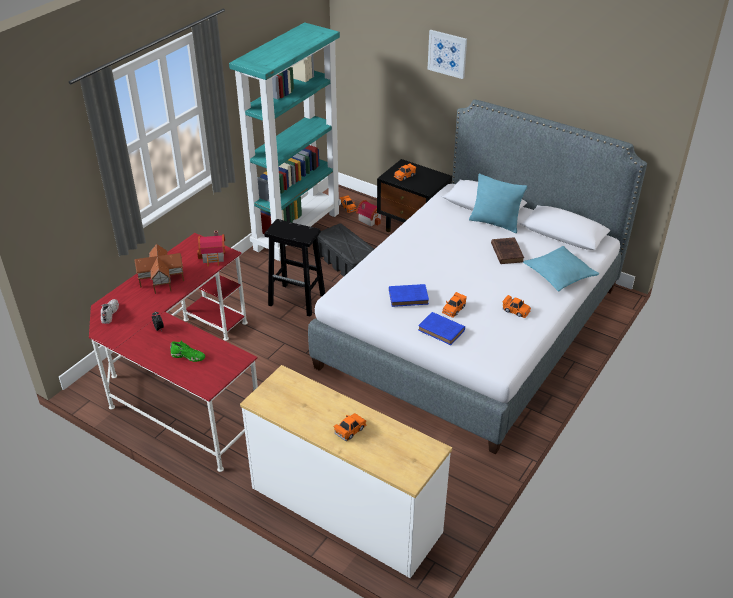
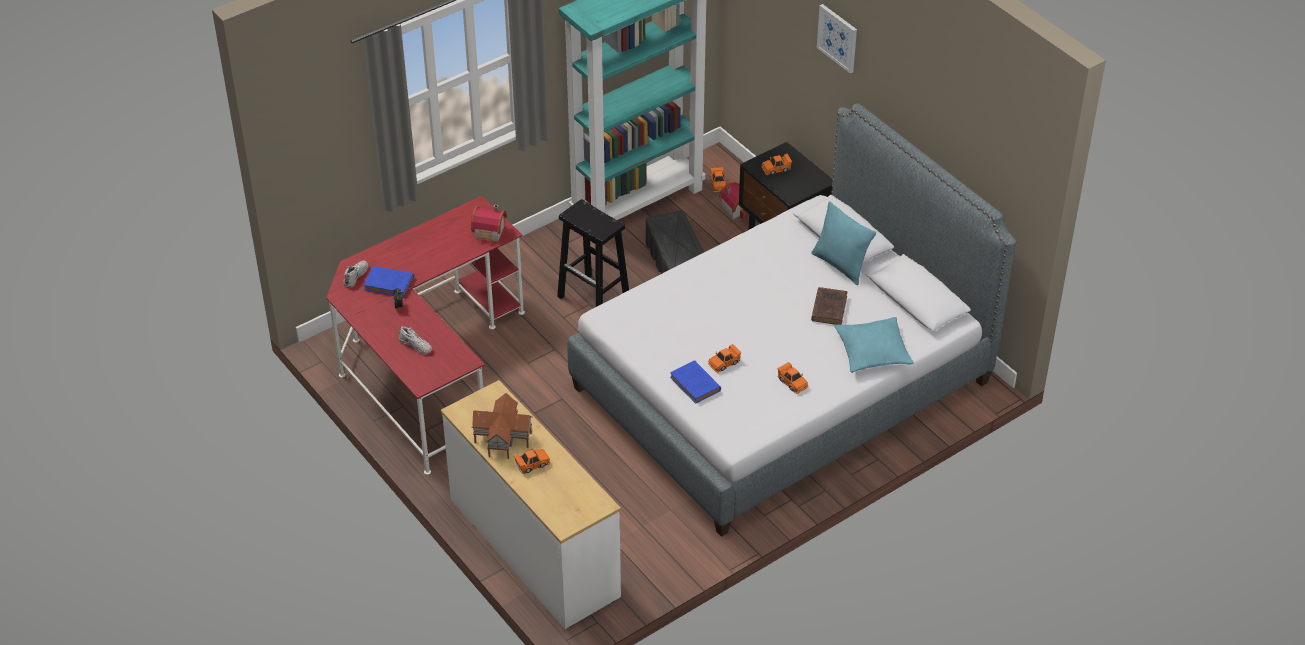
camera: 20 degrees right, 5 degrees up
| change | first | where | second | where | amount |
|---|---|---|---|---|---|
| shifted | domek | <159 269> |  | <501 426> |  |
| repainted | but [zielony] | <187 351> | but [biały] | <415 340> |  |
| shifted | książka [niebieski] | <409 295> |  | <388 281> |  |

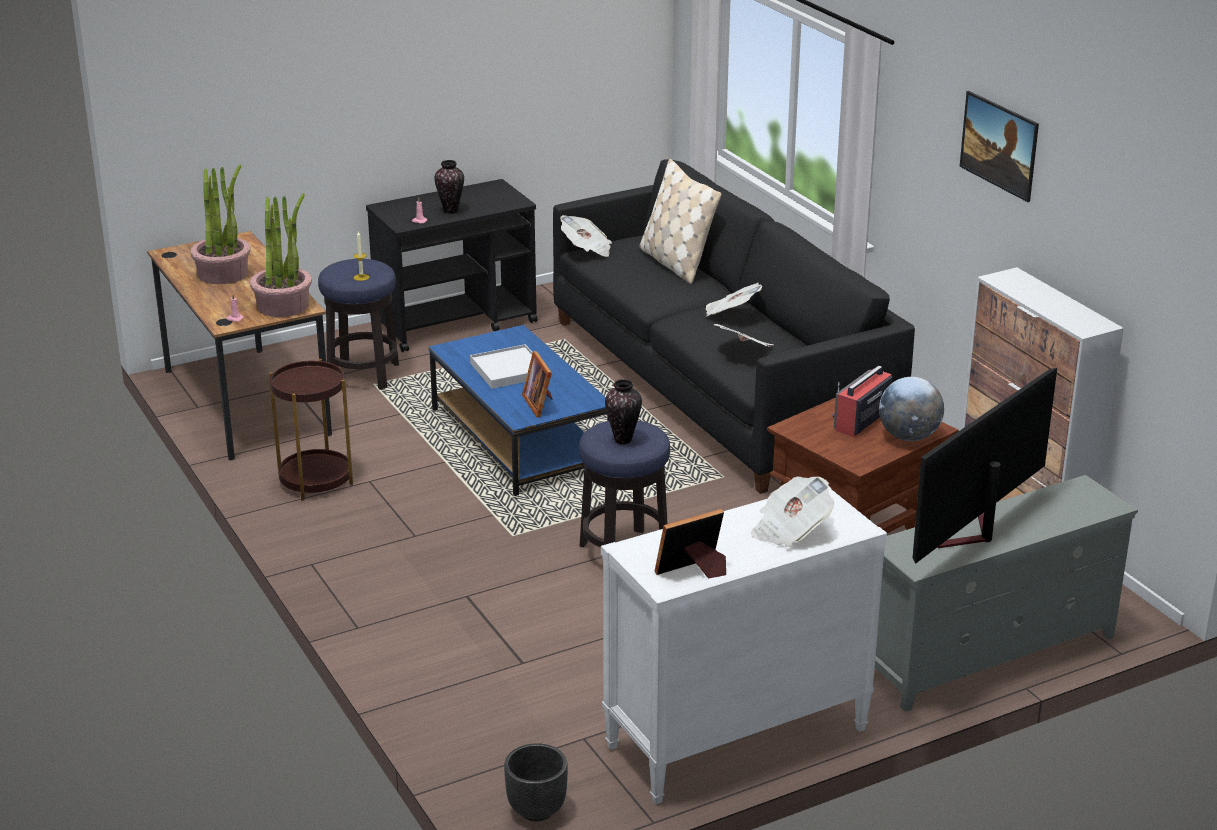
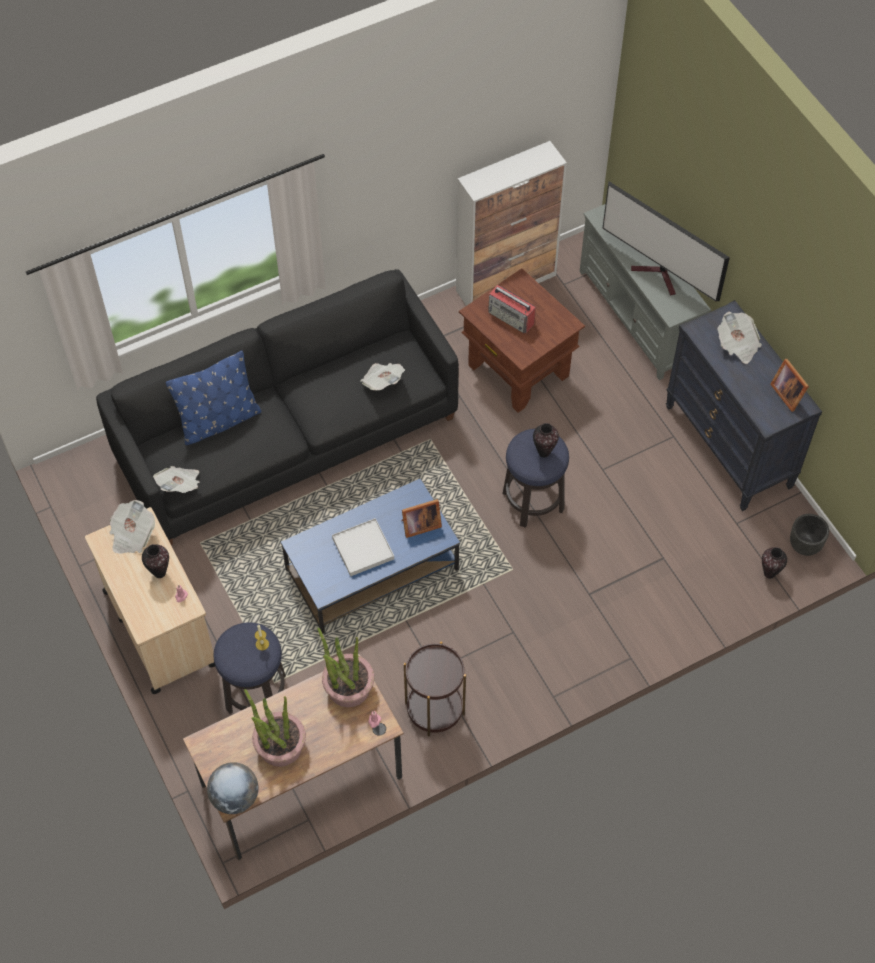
camera: 90 degrees left, 30 degrees up
| change | first | where | second | where | amount |
|---|---|---|---|---|---|
| repainted | wózek [czarny] | <452 265> | wózek [beżowy] | <150 600> |  |
| repainted | komoda [biały] | <744 645> | komoda [czarny] | <744 405> |  |
| repainted | poduszka [beżowy] | <680 221> | poduszka [niebieski] | <213 397> |  |
| shifted | gazeta | <734 299> |  | <132 527> |  |
| shifted | globus | <911 409> |  | <232 788> |  |
| gone | obraz | <999 146> |  |  |  |
| new |  |  | wazon | <774 563> |  |

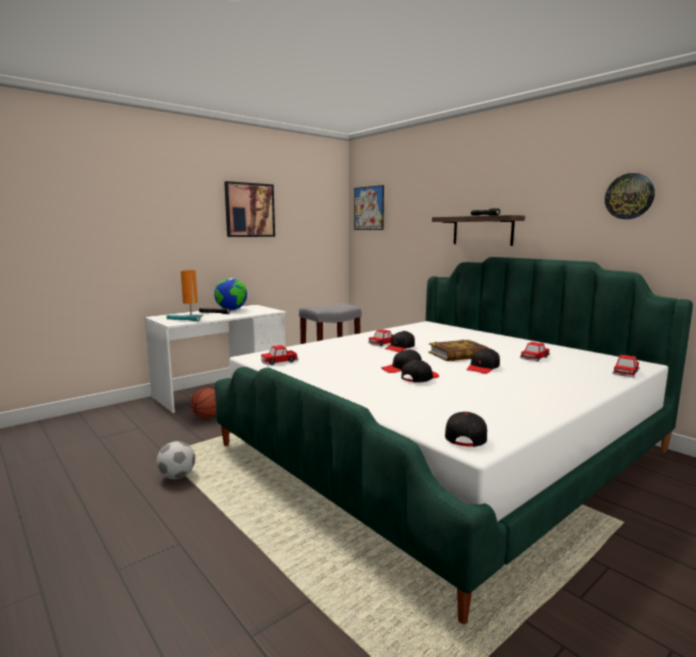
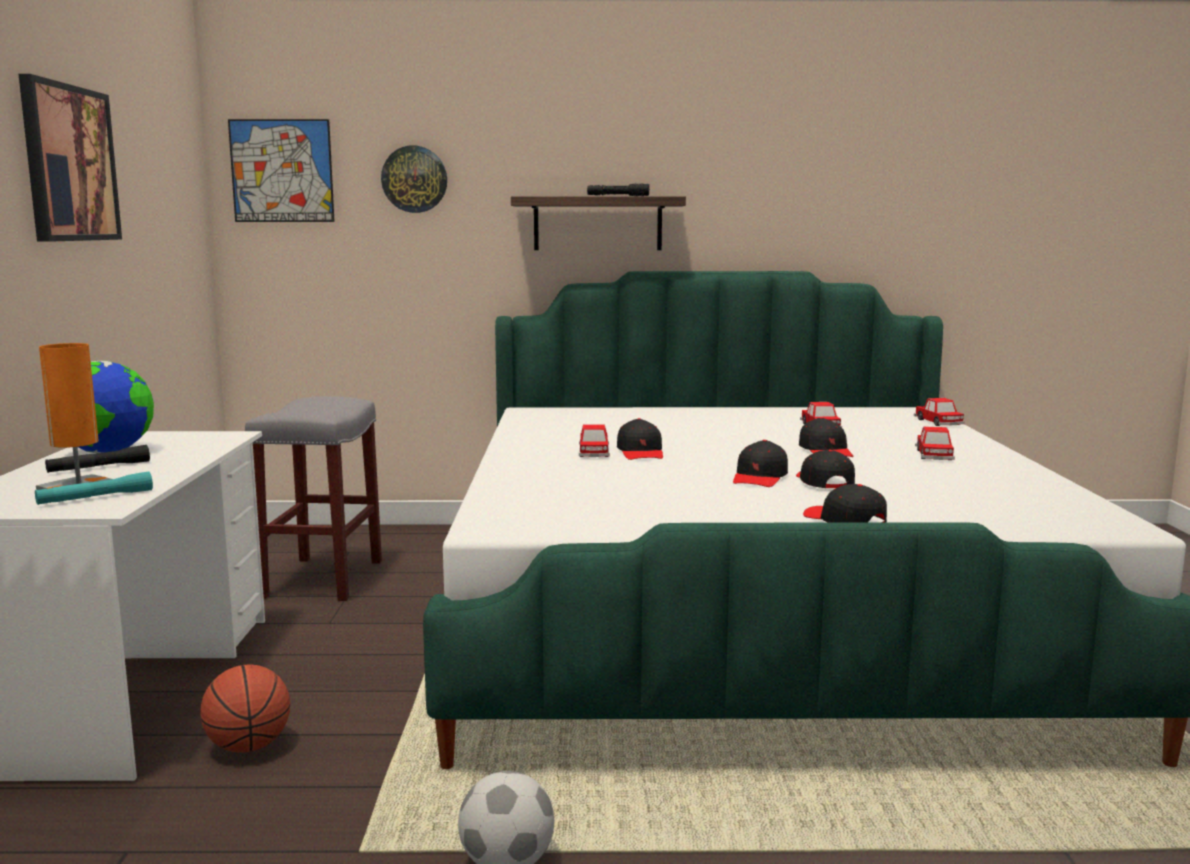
camera: 50 degrees left, 0 degrees up
| change | first | where | second | where | amount |
|---|---|---|---|---|---|
| shifted | samochodzik | <279 355> |  | <935 443> |  |
| gone | książka | <458 350> |  |  |  |
| shifted | czapka z daszkiem [czarny] | <466 429> |  | <845 503> |  |
| shifted | zegar ścienny | <630 196> |  | <414 179> |  |

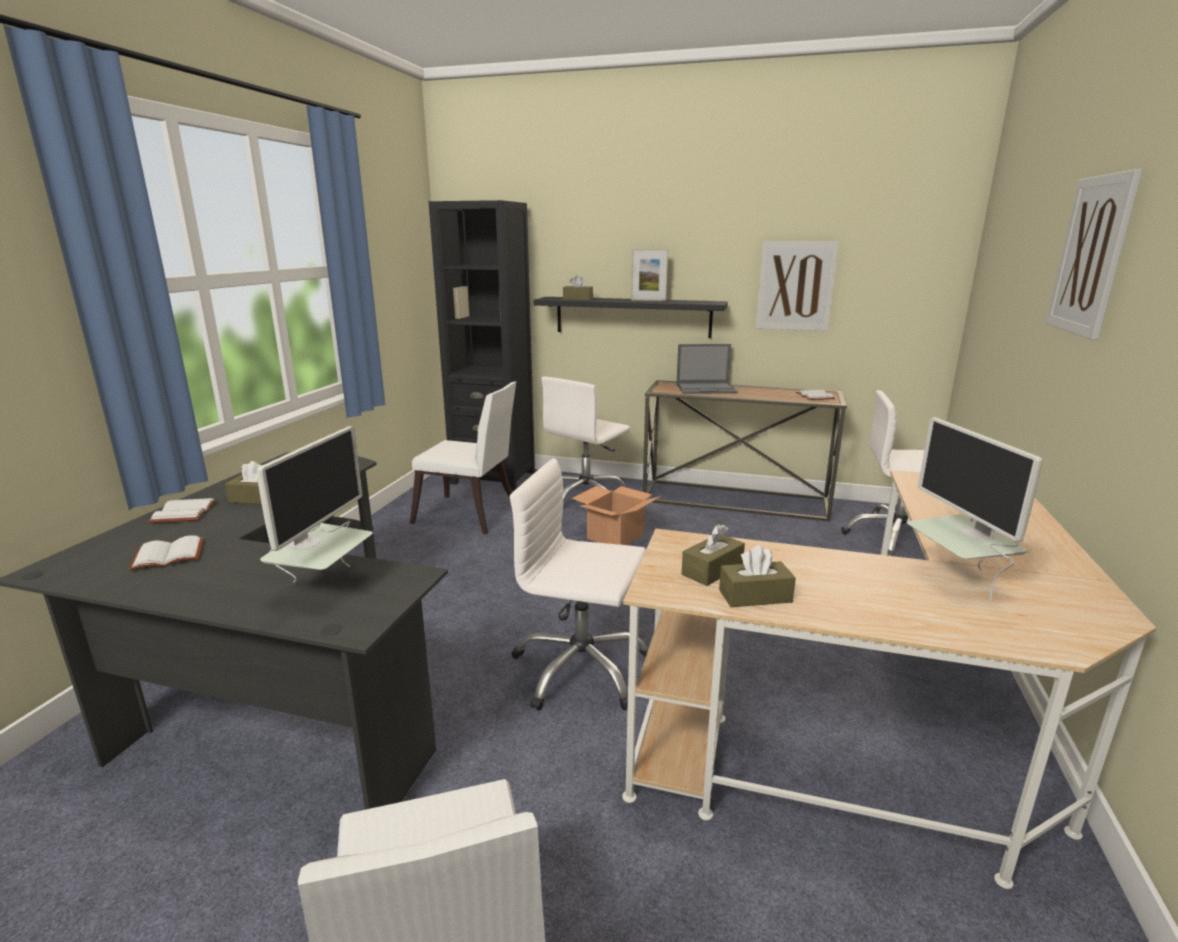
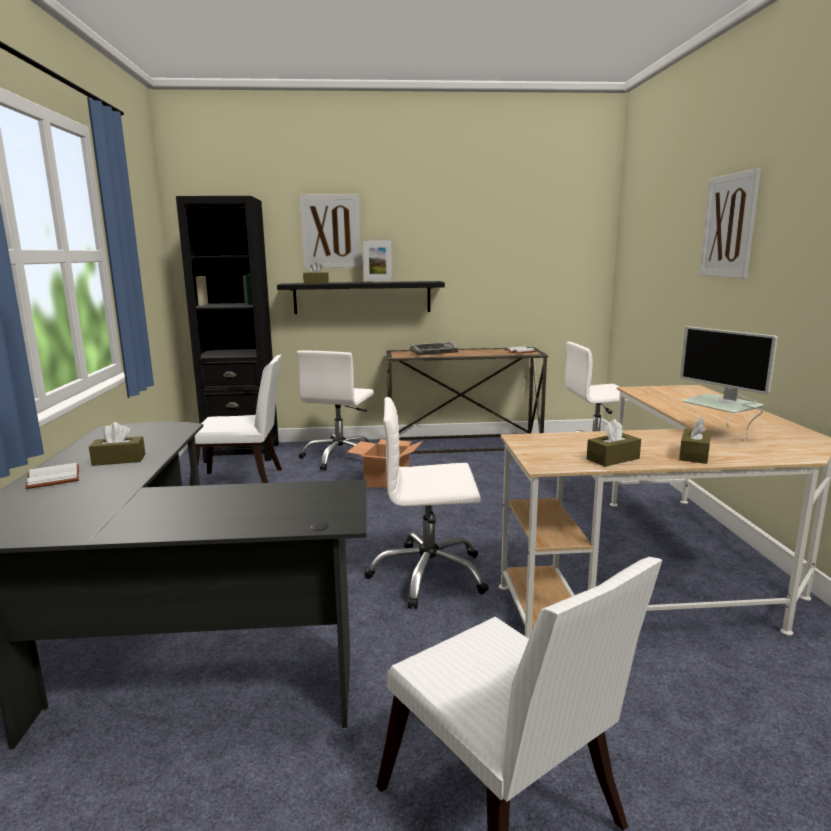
camera: 20 degrees left, 5 degrees down
| change | first | where | second | where | amount |
|---|---|---|---|---|---|
| gone | książka [biały] | <166 553> |  |  |  |
| gone | monitor | <315 504> |  |  |  |
| swapped | laptop | <707 369> | klawiatura | <433 348> |  |
| shifted | pudełko chusteczek [brązowy] | <713 555> |  | <695 440> |  |
| shifted | obraz | <797 286> |  | <330 231> |  |

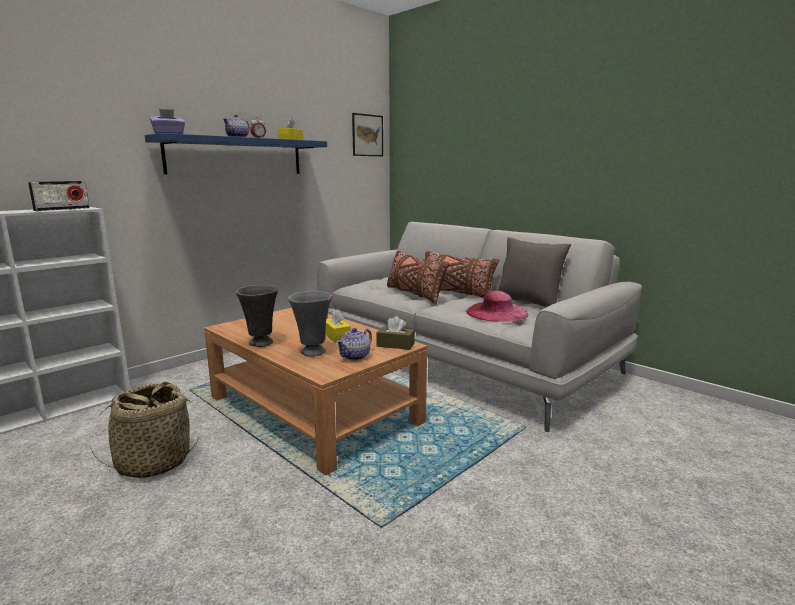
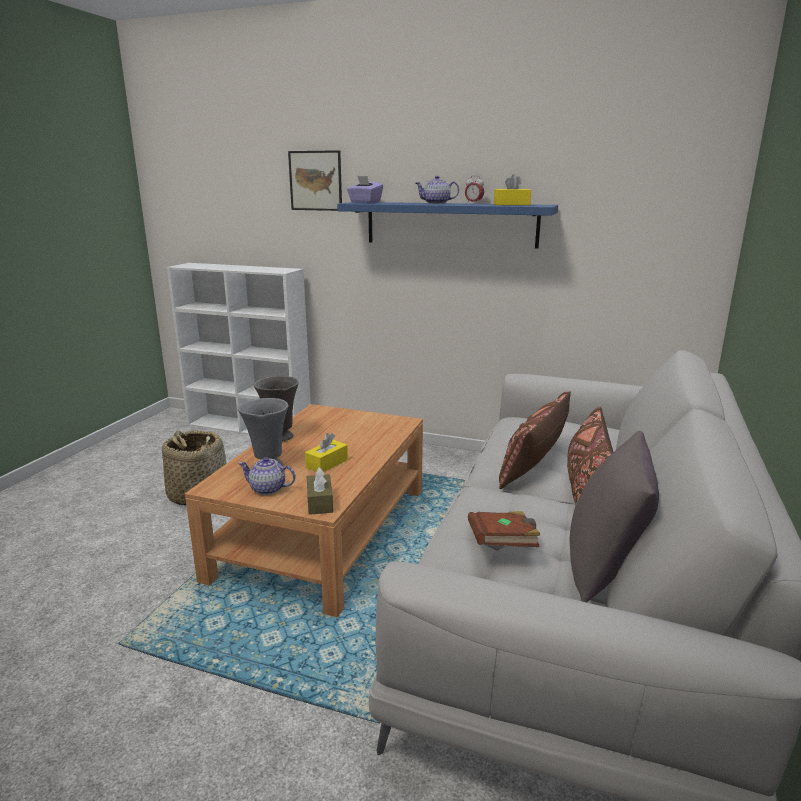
camera: 65 degrees right, 5 degrees up
| change | first | where | second | where | amount |
|---|---|---|---|---|---|
| gone | radio | <59 196> |  |  |  |
| shifted | obraz | <367 134> |  | <315 180> |  |
| swapped | kapelusz [różowy] | <497 306> | książka [brązowy] | <504 529> |  |

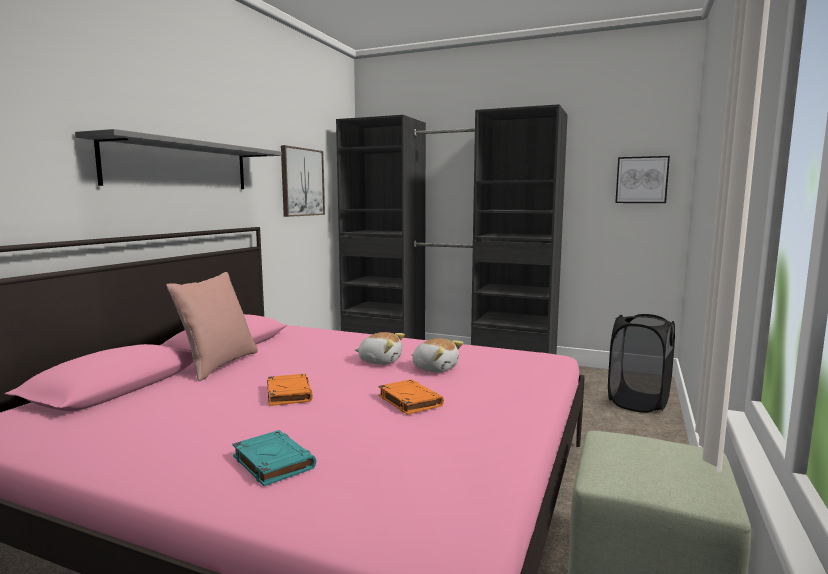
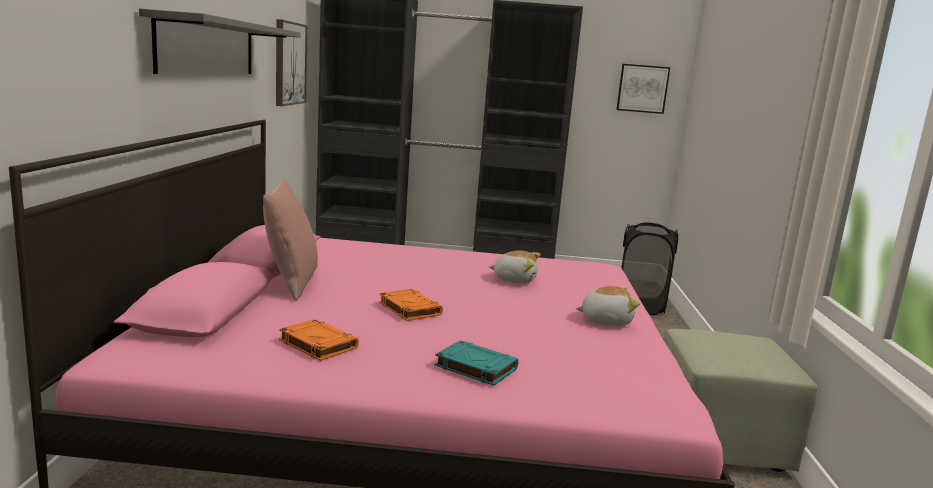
camera: 20 degrees left, 5 degrees up
| change | first | where | second | where | amount |
|---|---|---|---|---|---|
| shifted | pluszak | <380 348> |  | <607 306> |  |
| shifted | książka [pomarańczowy] | <411 397> |  | <319 340> |  |

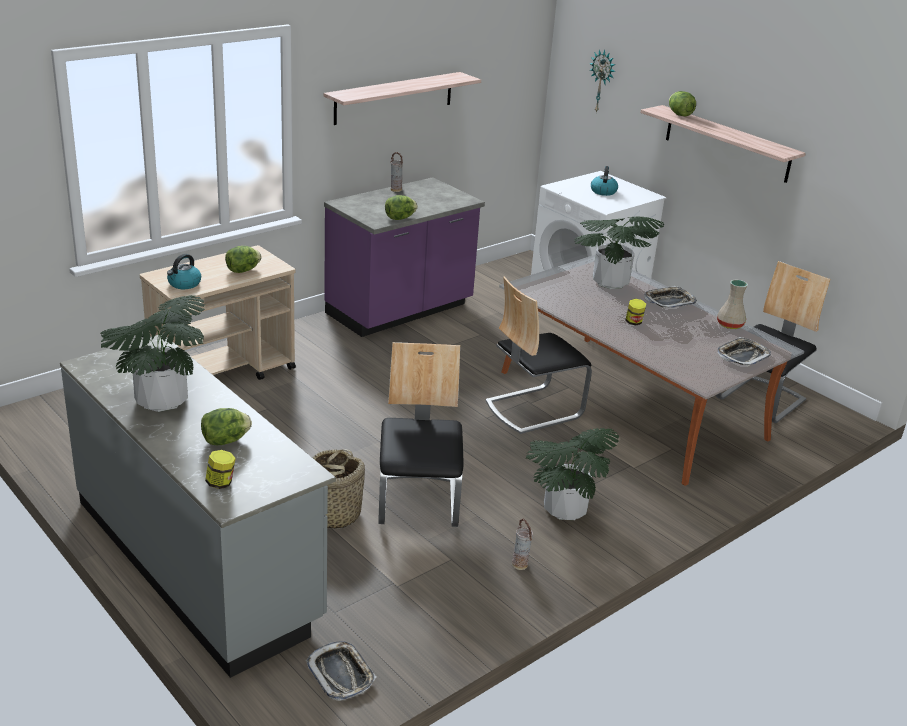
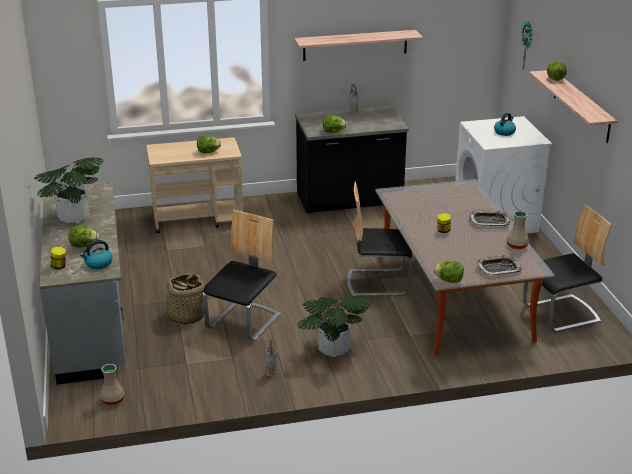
camera: 30 degrees right, 0 degrees up
| change | first | where | second | where | amount |
|---|---|---|---|---|---|
| shifted | czajnik | <184 271> |  | <96 254> |  |
| swapped | taca | <341 671> | wazon [beżowy] | <112 384> |  |
| repainted | zabudowa kuchenna [fioletowy] | <404 257> | zabudowa kuchenna [czarny] | <352 159> |  |
| gone | roślina doniczkowa | <619 253> |  |  |  |
| new |  |  | sałata | <449 272> |  |

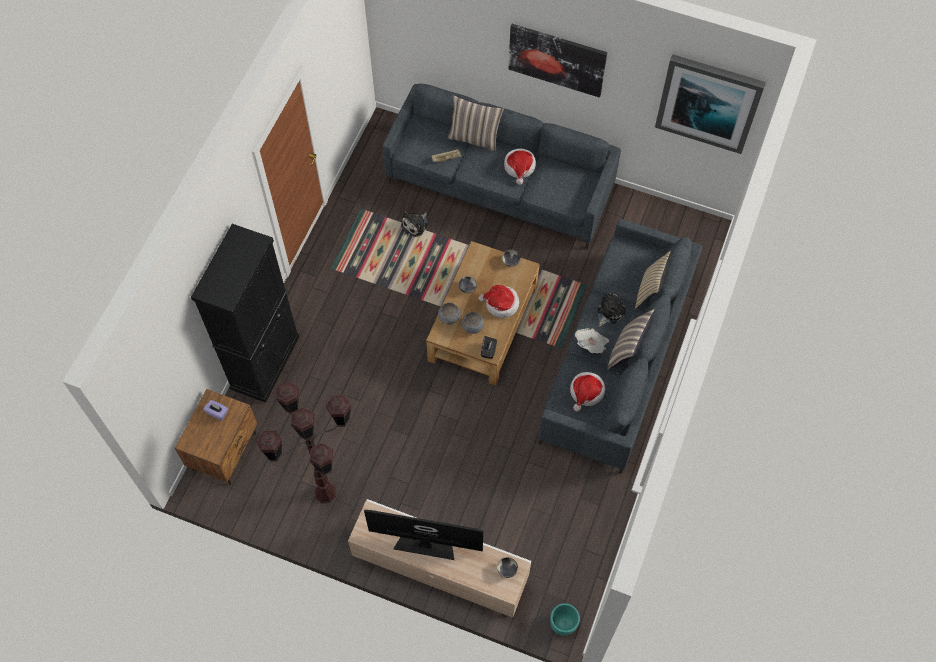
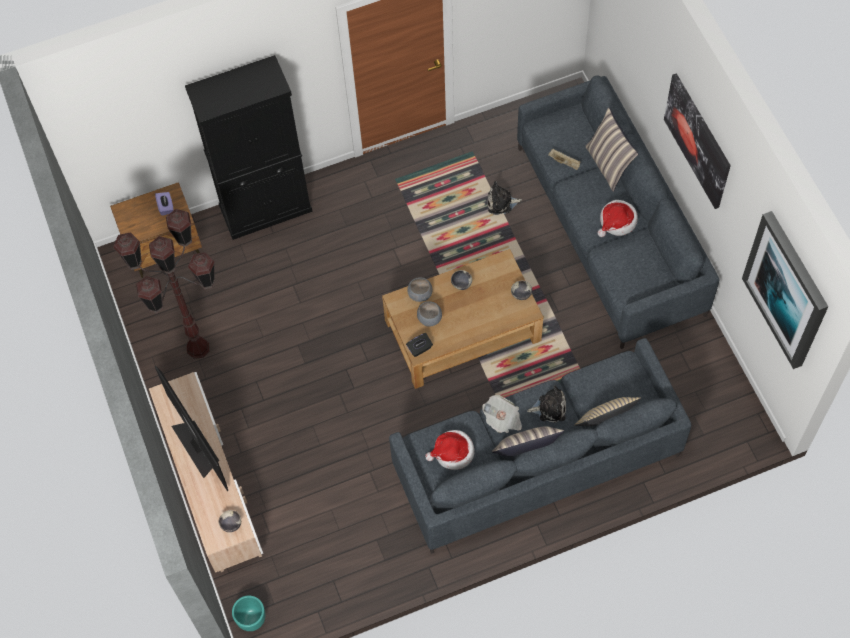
camera: 50 degrees right, 0 degrees up
| change | first | where | second | where | amount |
|---|---|---|---|---|---|
| gone | kapelusz | <498 301> |  |  |  |

